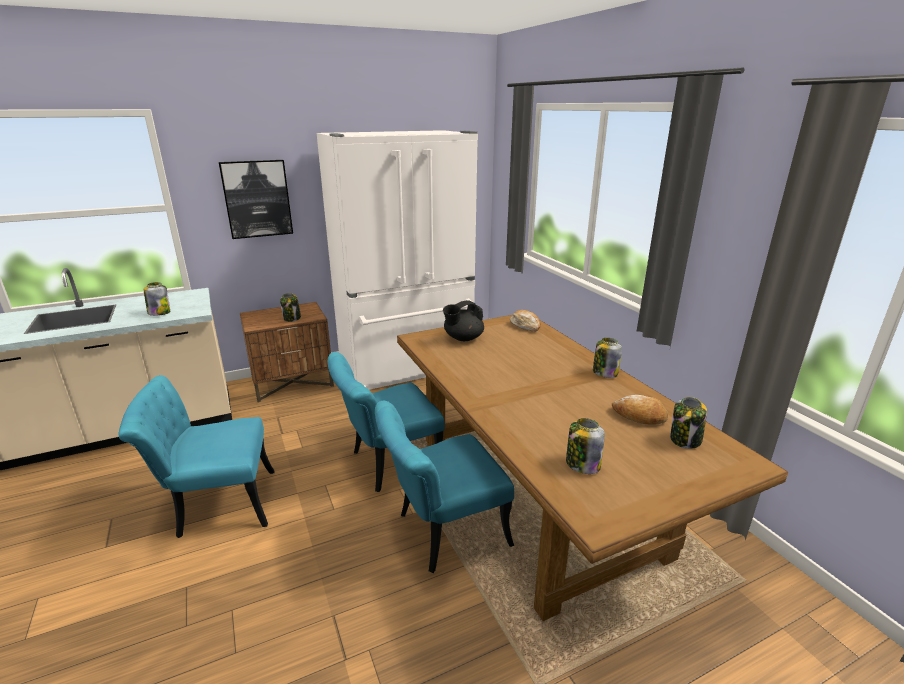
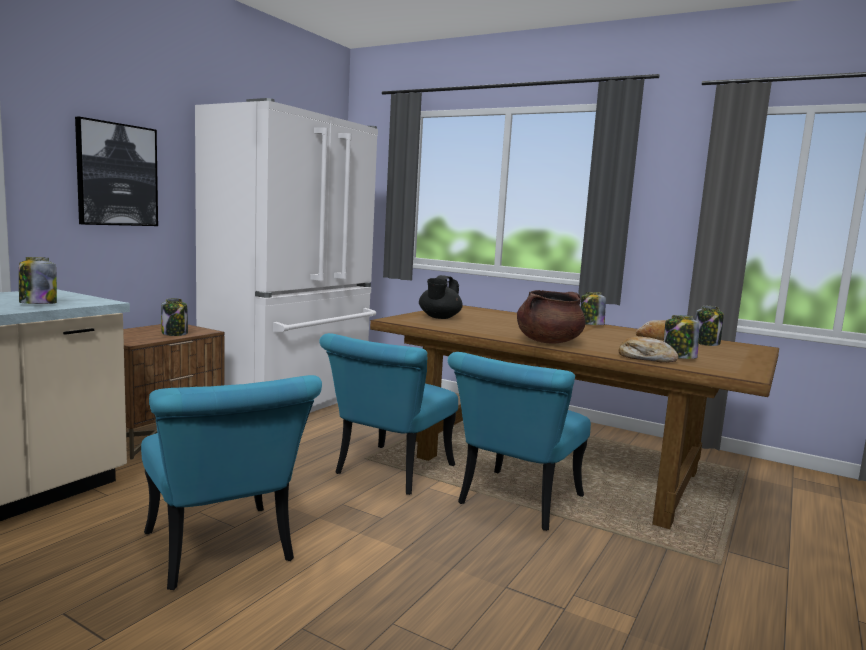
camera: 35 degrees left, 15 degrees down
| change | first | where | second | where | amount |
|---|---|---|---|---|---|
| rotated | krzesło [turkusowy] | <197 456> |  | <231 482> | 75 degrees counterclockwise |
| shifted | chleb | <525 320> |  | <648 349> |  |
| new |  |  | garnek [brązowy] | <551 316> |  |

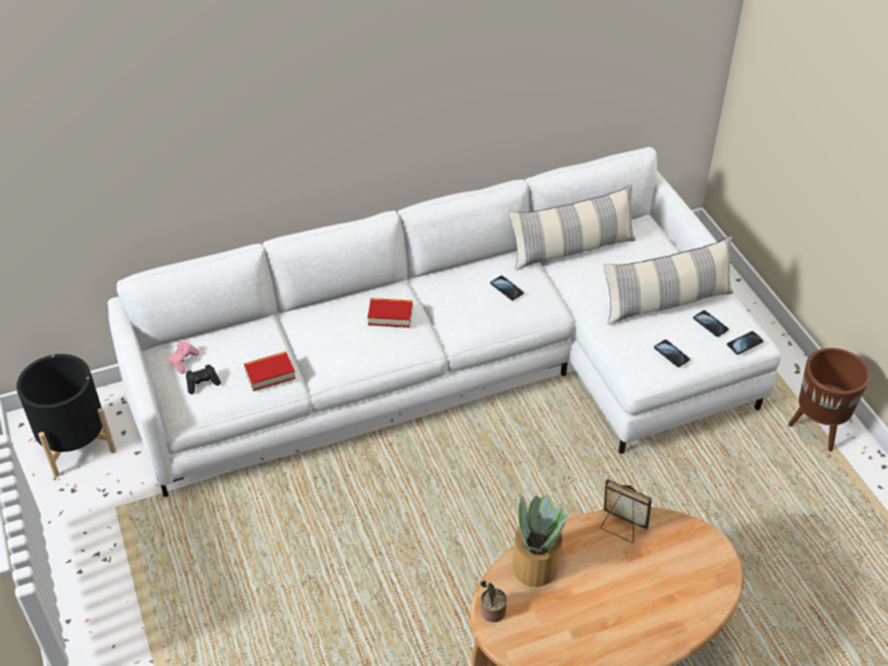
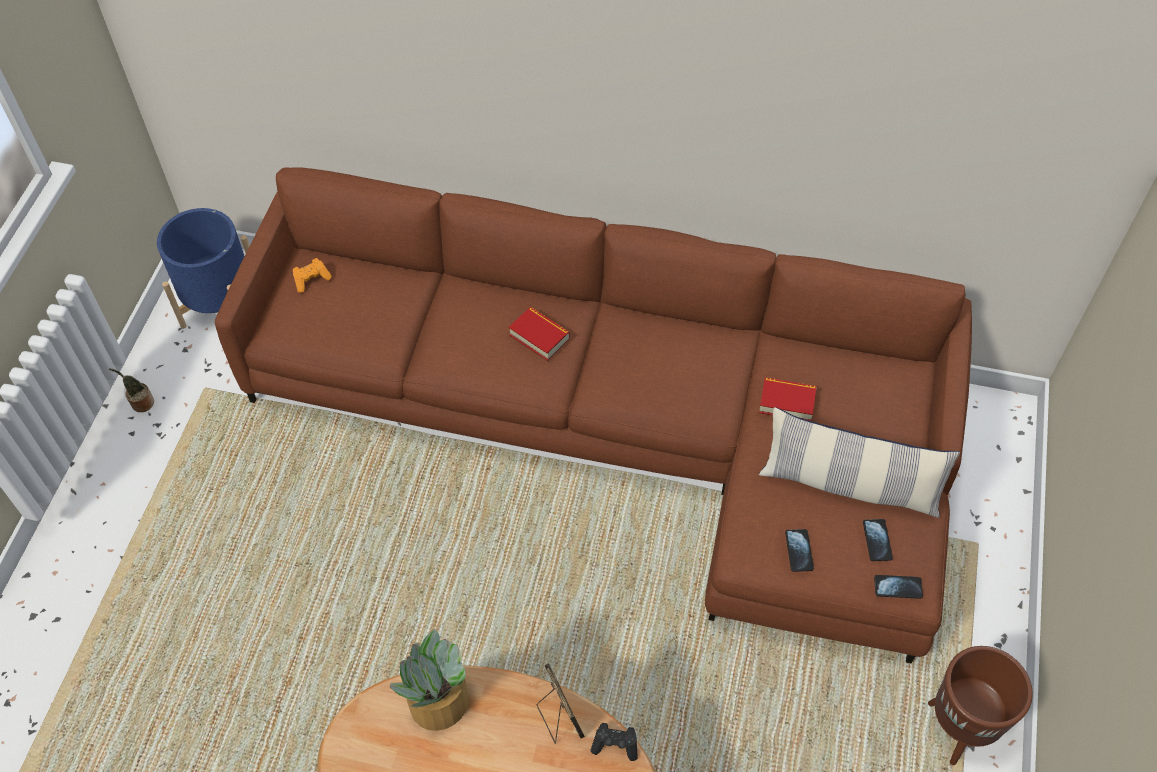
camera: 35 degrees right, 10 degrees up
| change | first | where | second | where | amount |
|---|---|---|---|---|---|
| repainted | donica [czarny] | <66 415> | donica [niebieski] | <203 268> |  |
| repainted | kanapa [biały] | <444 322> | kanapa [brązowy] | <593 415> |  |
| repainted | pad do gier [różowy] | <183 357> | pad do gier [pomarańczowy] | <312 275> |  |
| shifted | pad do gier [czarny] | <203 379> |  | <614 742> |  |
| shifted | książka | <270 371> |  | <788 399> |  |
| shifted | roślina doniczkowa | <493 601> |  | <131 390> |  |
| gone | telefon | <507 288> |  |  |  |
| gone | poduszka | <572 227> |  |  |  |

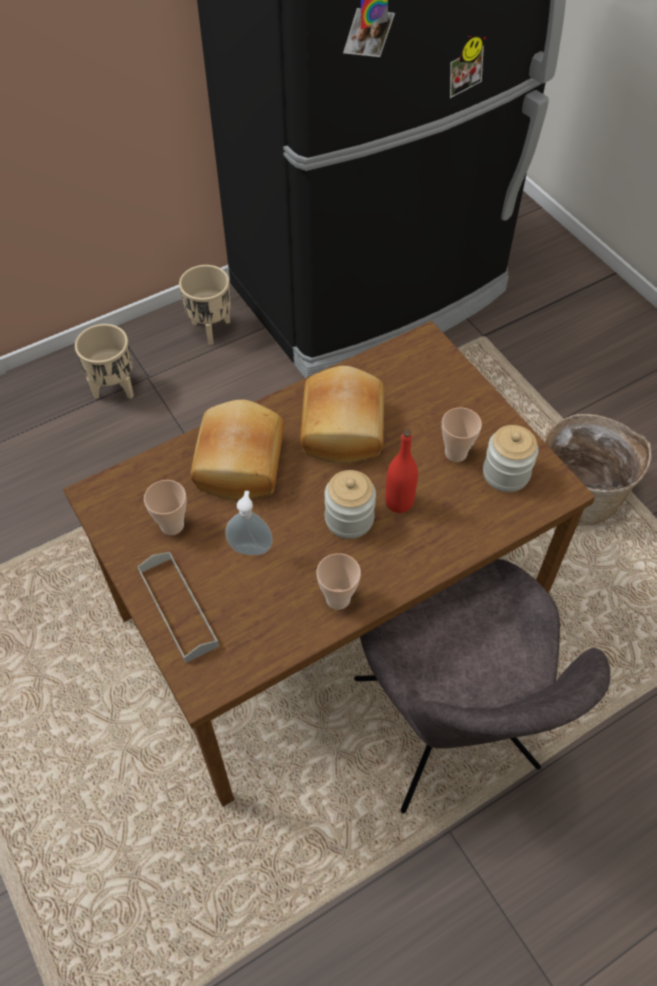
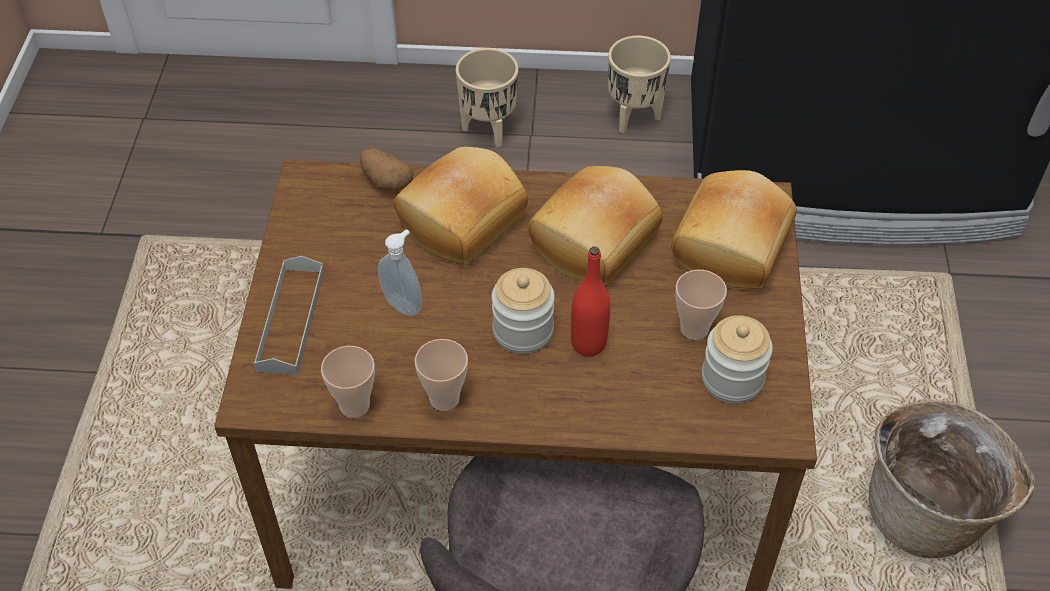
camera: 35 degrees right, 5 degrees down
| change | first | where | second | where | amount |
|---|---|---|---|---|---|
| shifted | filiżanka | <165 507> |  | <348 382> |  |
| new |  |  | ziemniak | <386 170> |  |
| new |  |  | chleb | <734 230> |  |

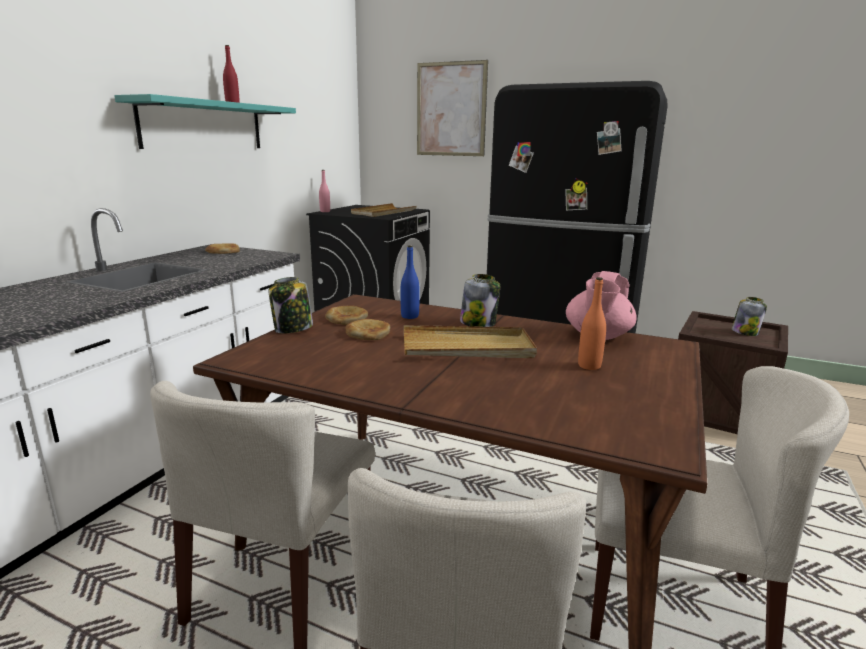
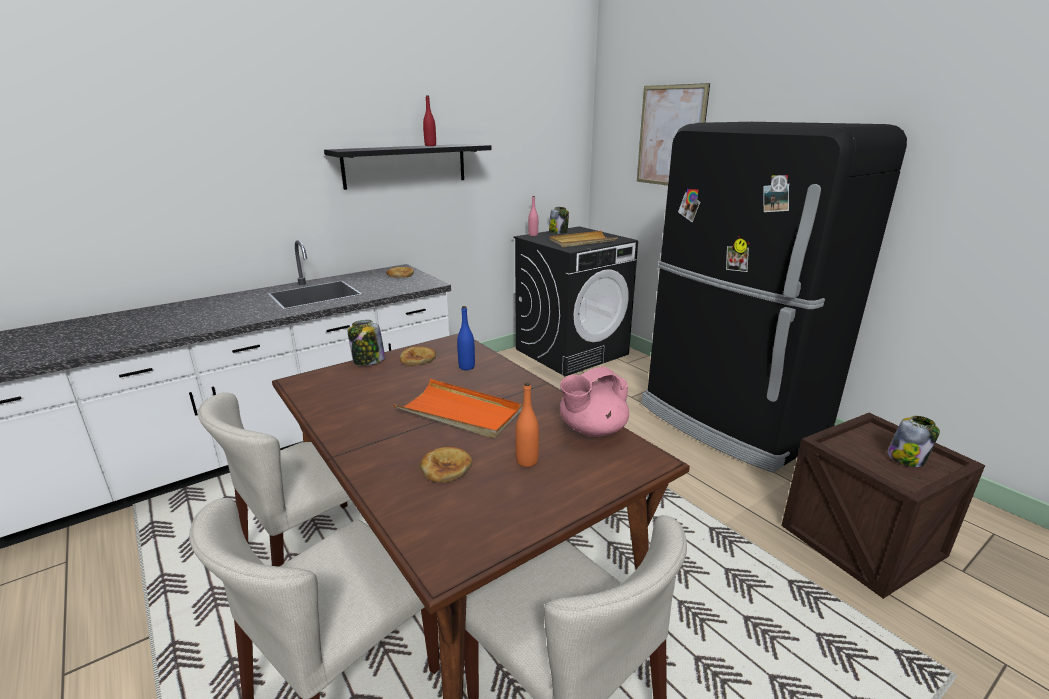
camera: 30 degrees right, 5 degrees up
| change | first | where | second | where | amount |
|---|---|---|---|---|---|
| repainted | półka [turkusowy] | <205 121> | półka [czarny] | <408 167> |  |
| shifted | chleb | <368 329> |  | <446 464> |  |
| repainted | taca [beżowy] | <470 341> | taca [pomarańczowy] | <458 408> |  |
| shifted | słoik | <480 300> |  | <559 220> |  |

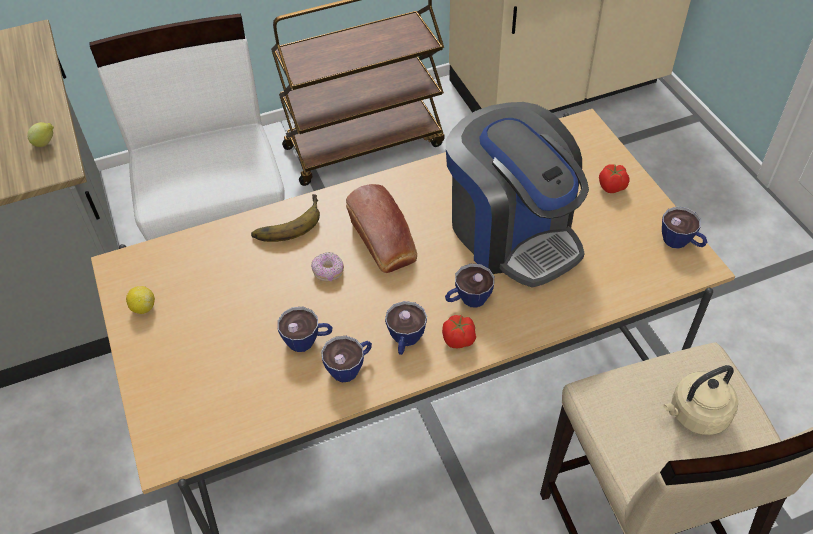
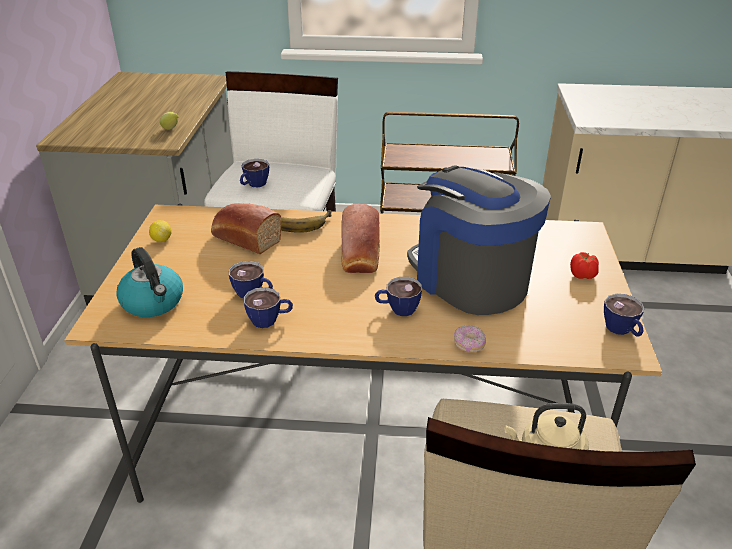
camera: 25 degrees right, 15 degrees down
| change | first | where | second | where | amount |
|---|---|---|---|---|---|
| shifted | donut | <327 267> |  | <470 339> |  |
| shifted | filiżanka | <406 328> |  | <254 173> |  |
| gone | pomidor | <459 331> |  |  |  |
| rotated | ekspres do kawy | <517 195> |  | <479 240> | 150 degrees clockwise |
| new |  |  | czajnik | <149 282> |  |
| new |  |  | chleb | <246 228> |  |

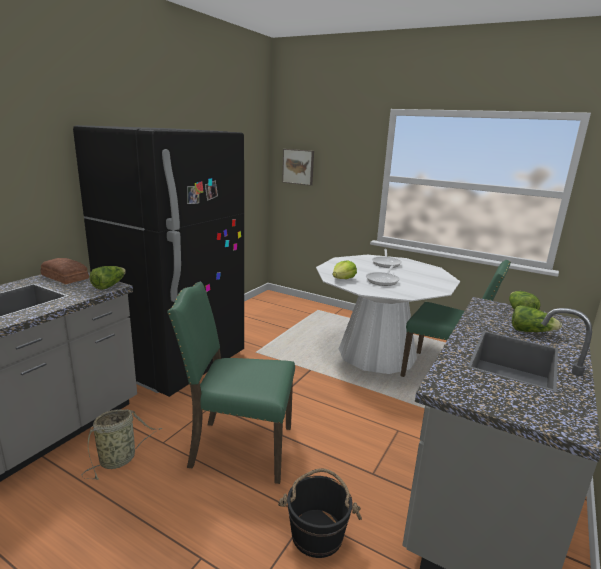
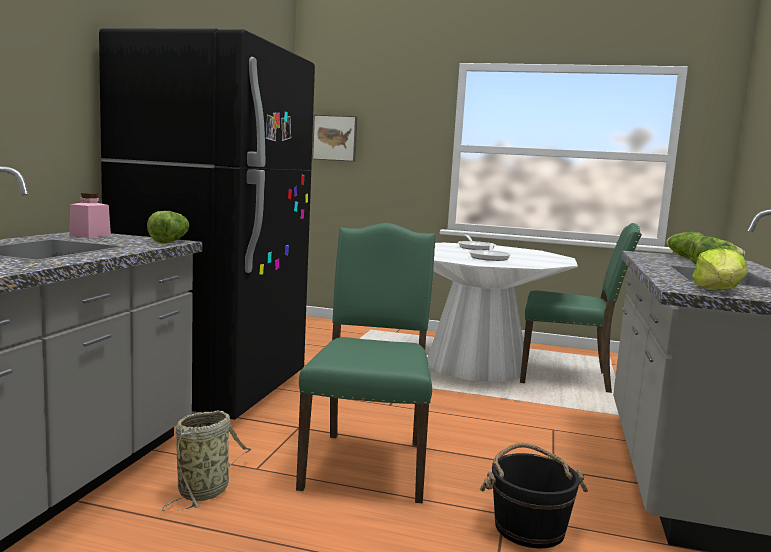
camera: 15 degrees left, 10 degrees down
| change | first | where | second | where | amount |
|---|---|---|---|---|---|
| swapped | chleb | <65 271> | słoik [różowy] | <90 215> |  |
| rotated | krzesło [zielony] | <231 383> |  | <366 363> | 105 degrees clockwise |
| shifted | sałata | <345 270> |  | <719 268> |  |

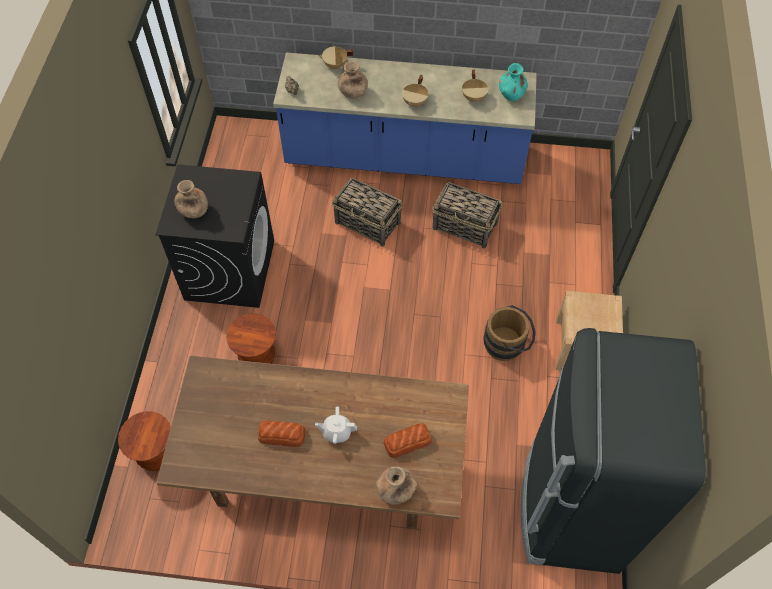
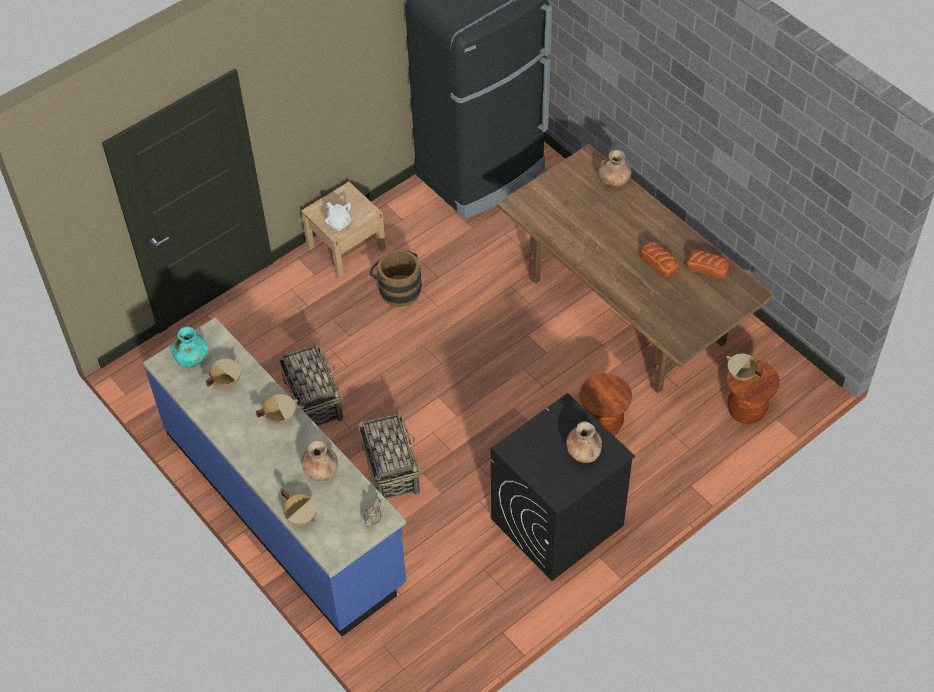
camera: 135 degrees left, 5 degrees down
| change | first | where | second | where | amount |
|---|---|---|---|---|---|
| shifted | imbryk [biały] | <336 425> |  | <338 216> |  |
| shifted | chleb | <408 440> |  | <708 264> |  |
| new |  |  | garnek [beżowy] | <745 367> |  |

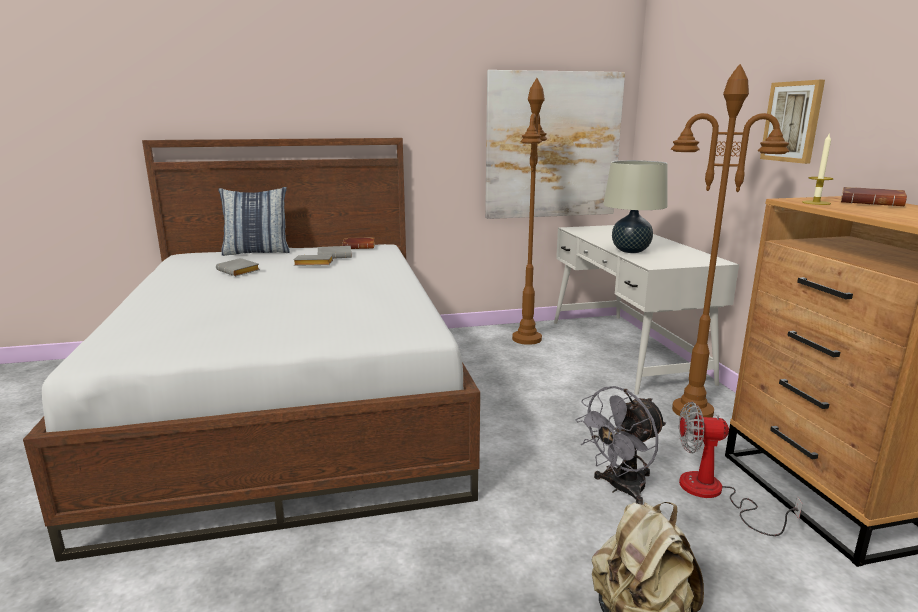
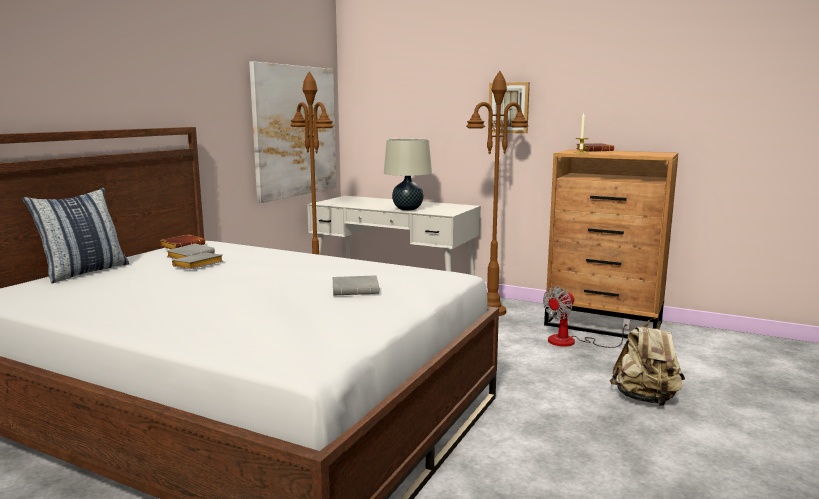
camera: 50 degrees left, 5 degrees down
| change | first | where | second | where | amount |
|---|---|---|---|---|---|
| shifted | książka [szary] | <238 267> |  | <355 285> |  |
| gone | wentylator [szary] | <620 445> |  |  |  |

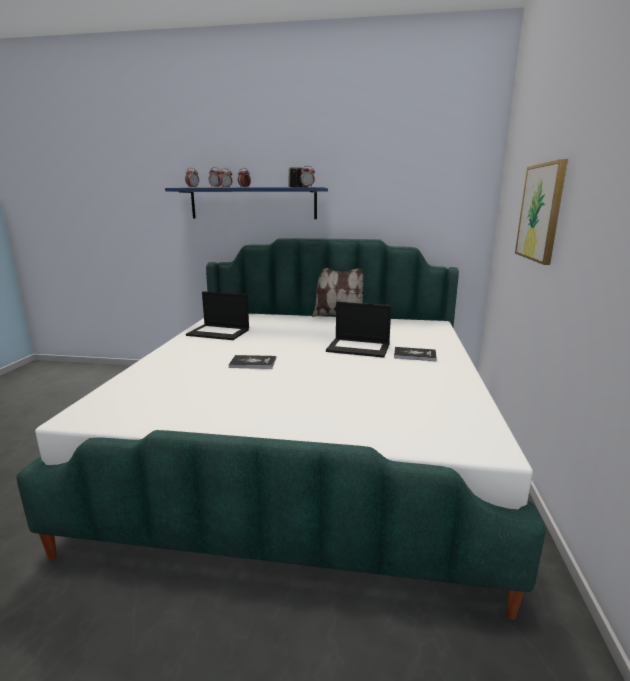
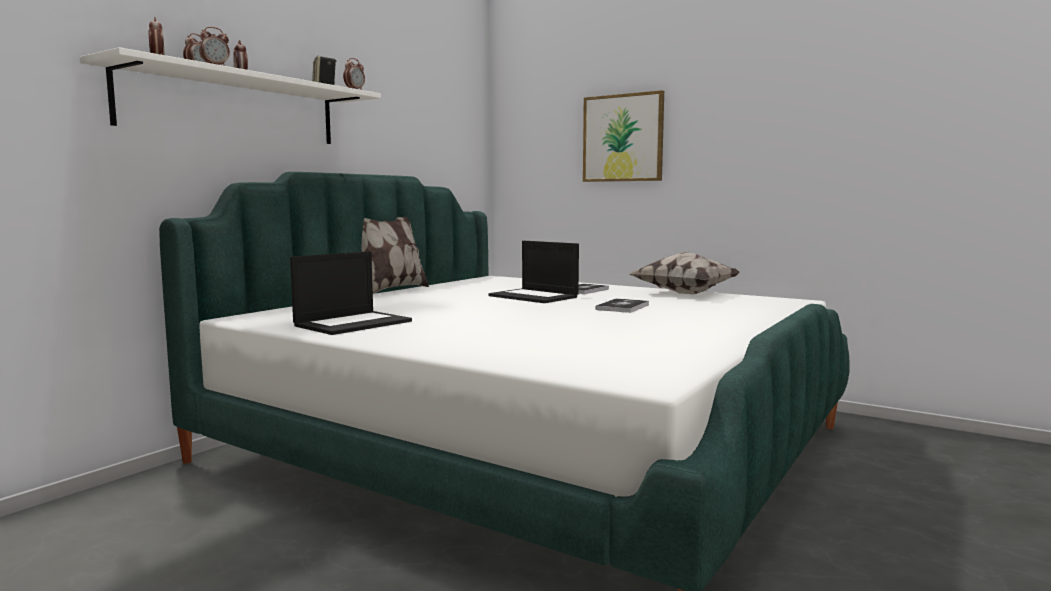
camera: 65 degrees left, 10 degrees down
| change | first | where | second | where | amount |
|---|---|---|---|---|---|
| repainted | półka [niebieski] | <246 203> | półka [biały] | <230 95> |  |
| shifted | książka | <252 362> |  | <622 305> |  |
| rotated | laptop | <358 330> |  | <533 272> | 90 degrees clockwise |
| new |  |  | poduszka | <685 273> |  |

